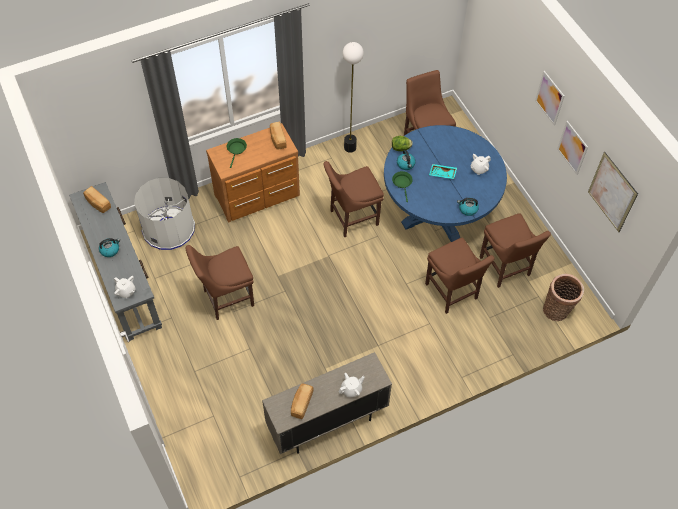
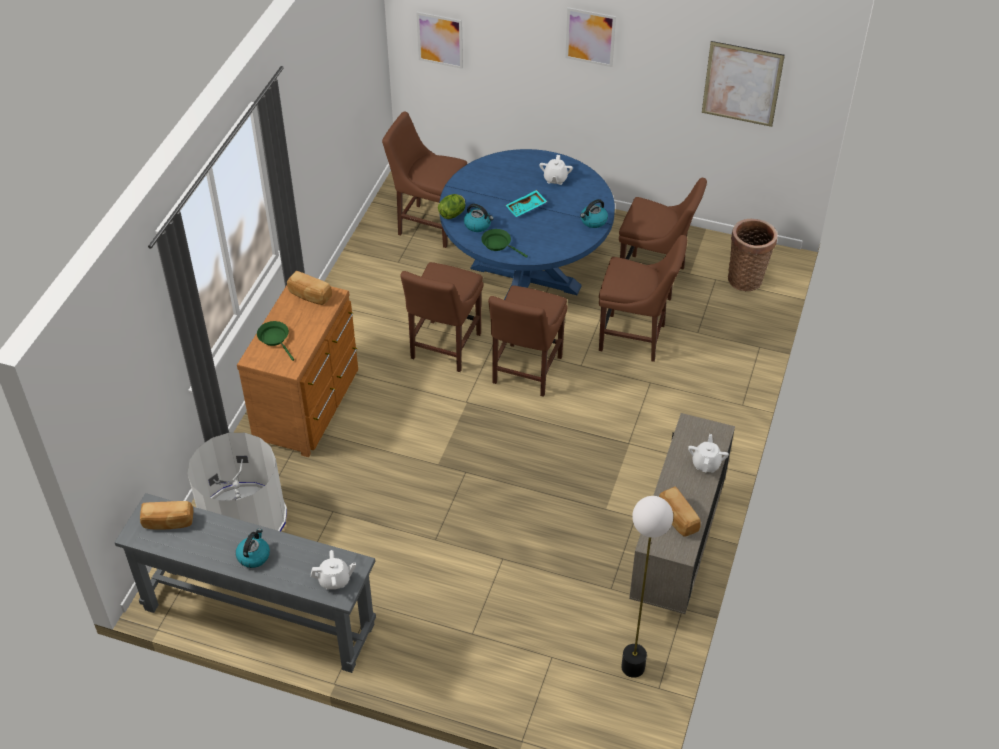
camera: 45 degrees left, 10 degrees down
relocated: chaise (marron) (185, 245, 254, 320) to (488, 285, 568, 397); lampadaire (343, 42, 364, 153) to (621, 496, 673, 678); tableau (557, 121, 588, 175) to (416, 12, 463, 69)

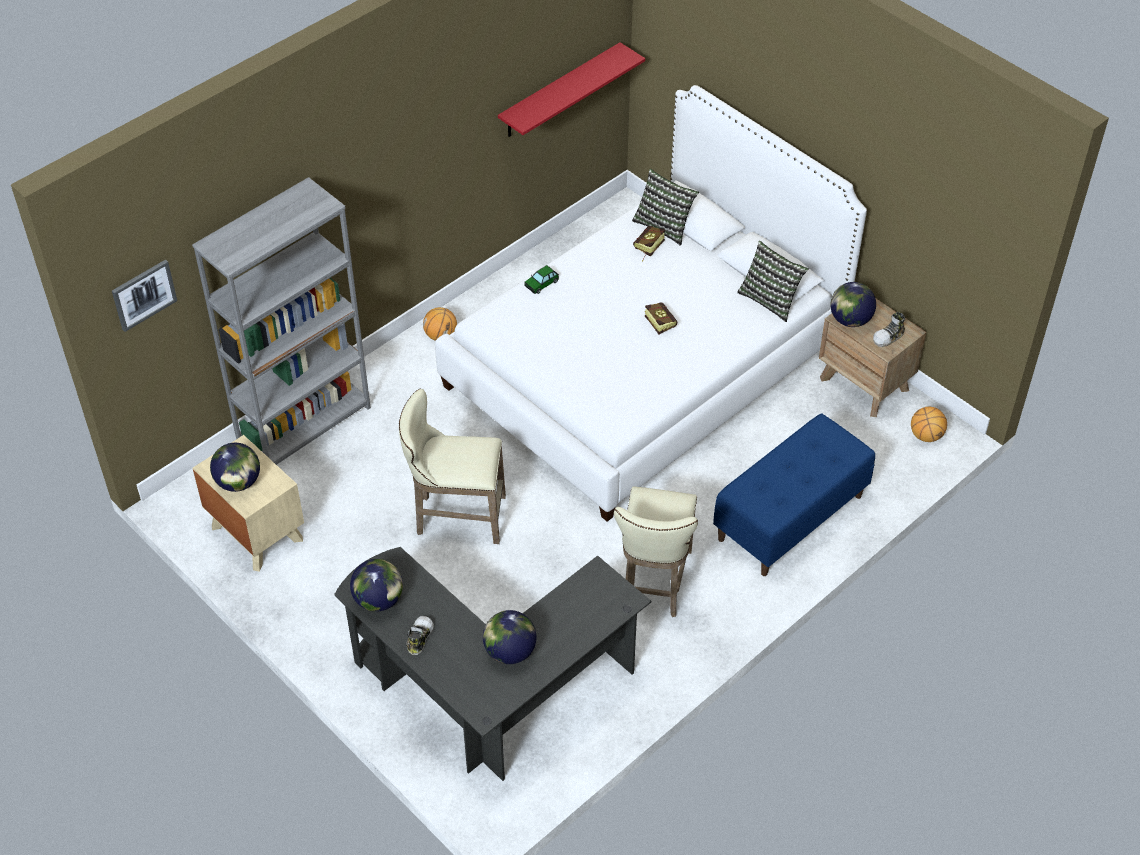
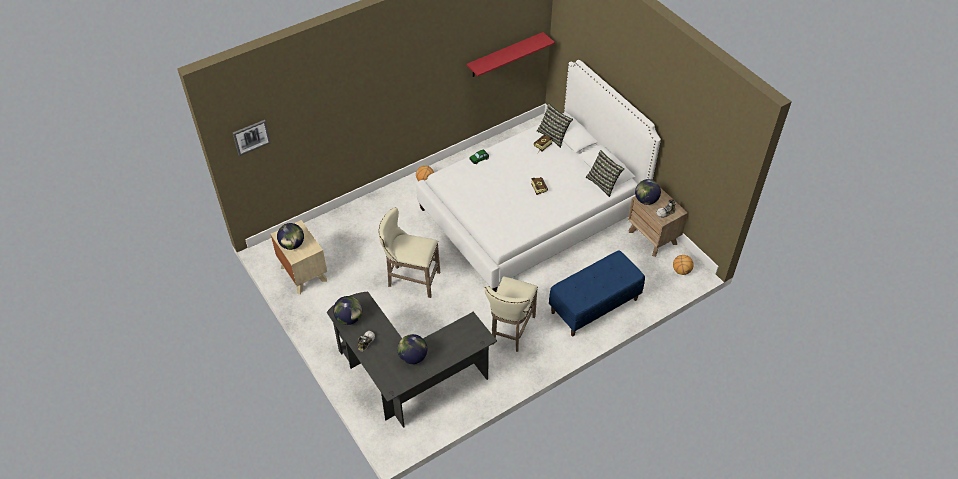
camera: 10 degrees right, 0 degrees up
missing: bibliothèque (gris) (192, 177, 371, 465)

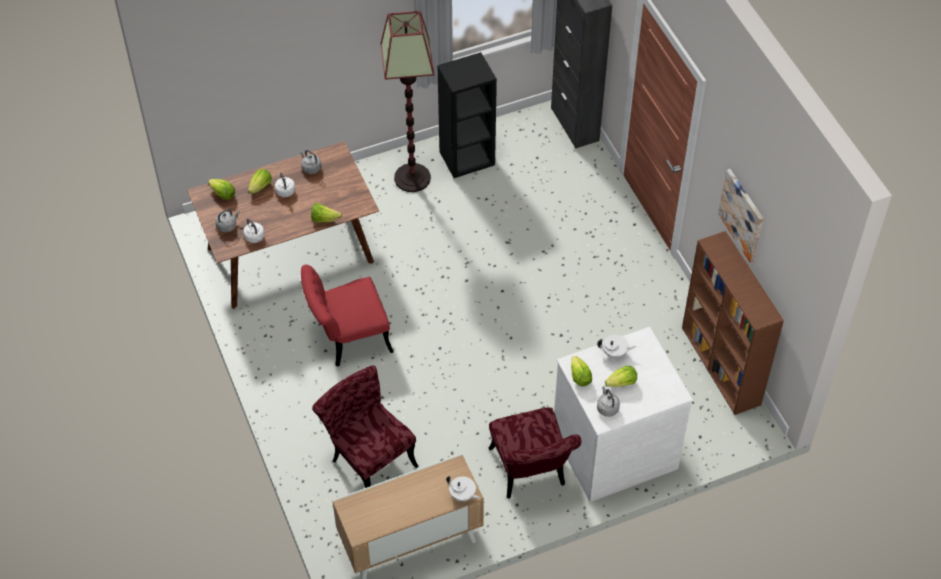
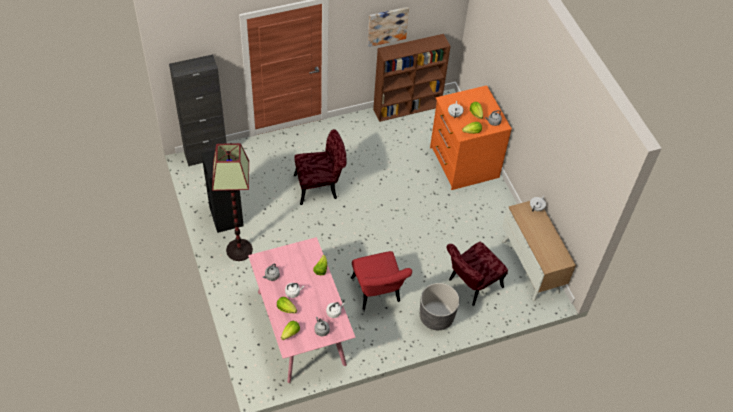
camera: 90 degrees left, 0 degrees up
appeared: cache-pot (gris) (420, 283, 460, 330)
relocated: chaise (rouge) (489, 407, 582, 499) to (294, 129, 347, 205)
colour: table à manger (marron) (187, 141, 379, 309) to table à manger (rose) (248, 237, 356, 383); commode (blanc) (554, 327, 693, 502) to commode (orange) (430, 85, 512, 190)

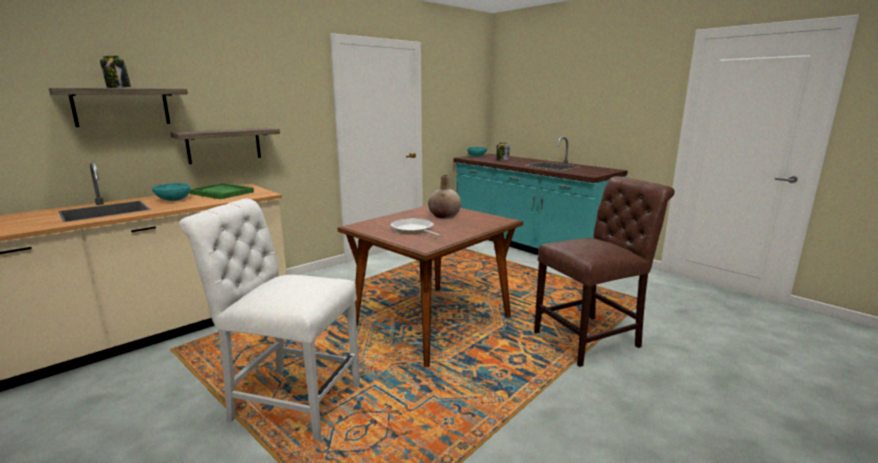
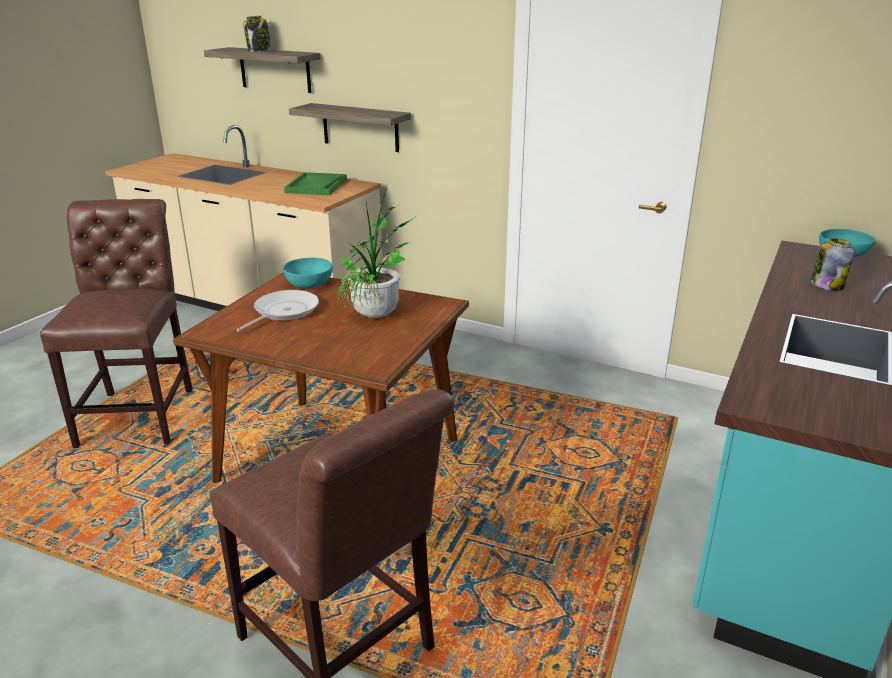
camera: 70 degrees right, 10 degrees up
relocated: bol (turquoise) (152, 183, 190, 201) to (283, 258, 333, 289)
exchanged: vase (beige) (428, 175, 461, 219) to plante en pot (337, 184, 415, 318)
colour: chaise (blanc) (179, 198, 360, 441) to chaise (marron) (40, 199, 193, 448)

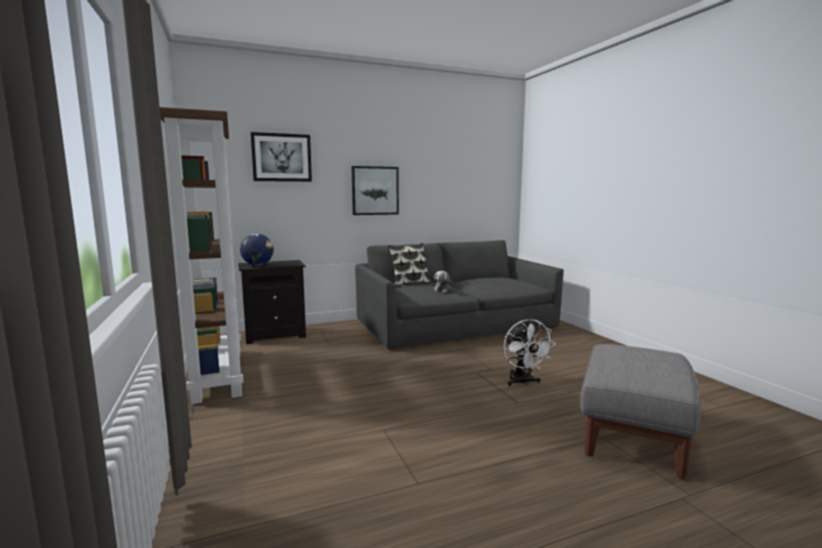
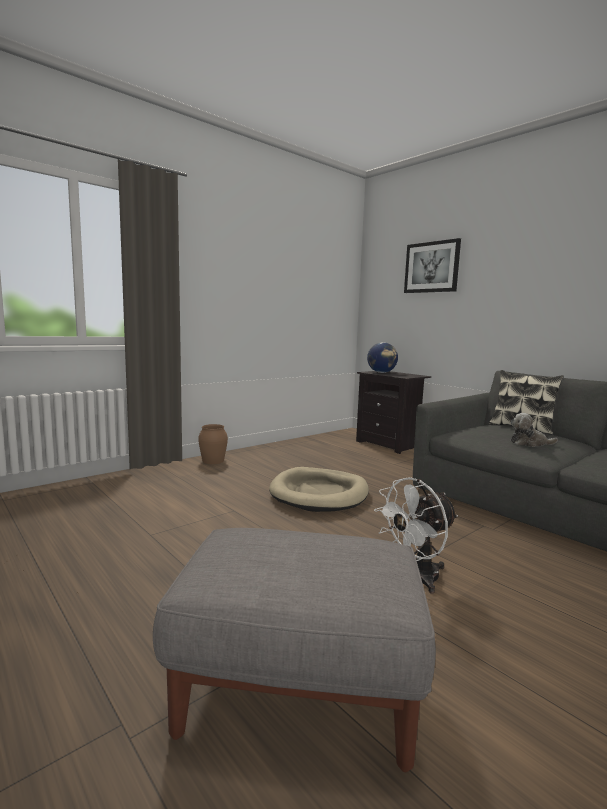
camera: 70 degrees right, 0 degrees up
missing: bibliothèque (marron) (160, 107, 243, 404); tableau (352, 166, 399, 215)
appeared: vase (marron) (198, 424, 228, 464); panier pour chien (beige) (269, 467, 369, 512)

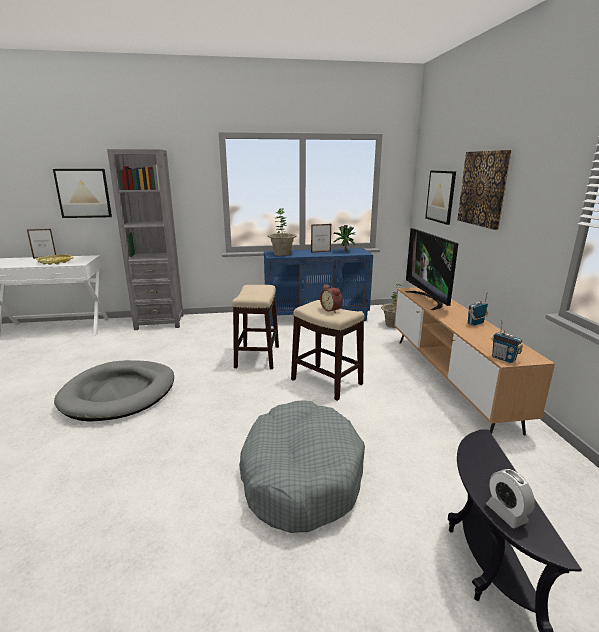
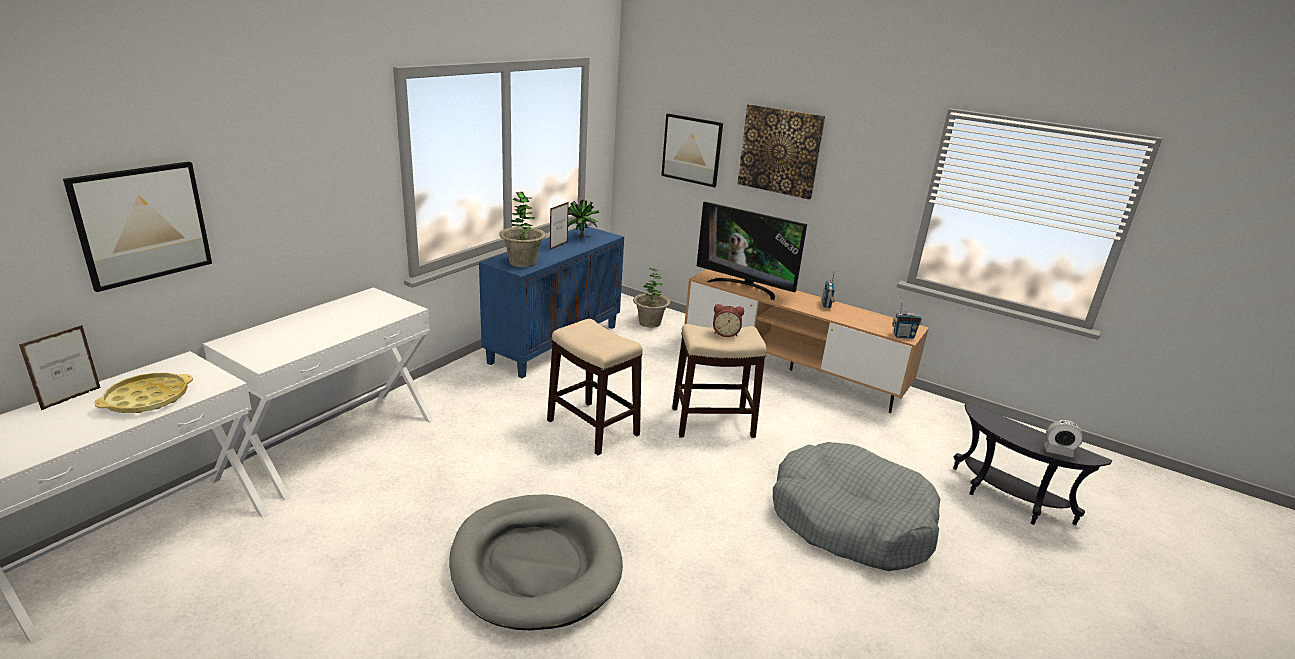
camera: 50 degrees left, 5 degrees up
exchanged: bibliothèque (gris) (107, 149, 183, 330) to table console (blanc) (203, 287, 433, 500)

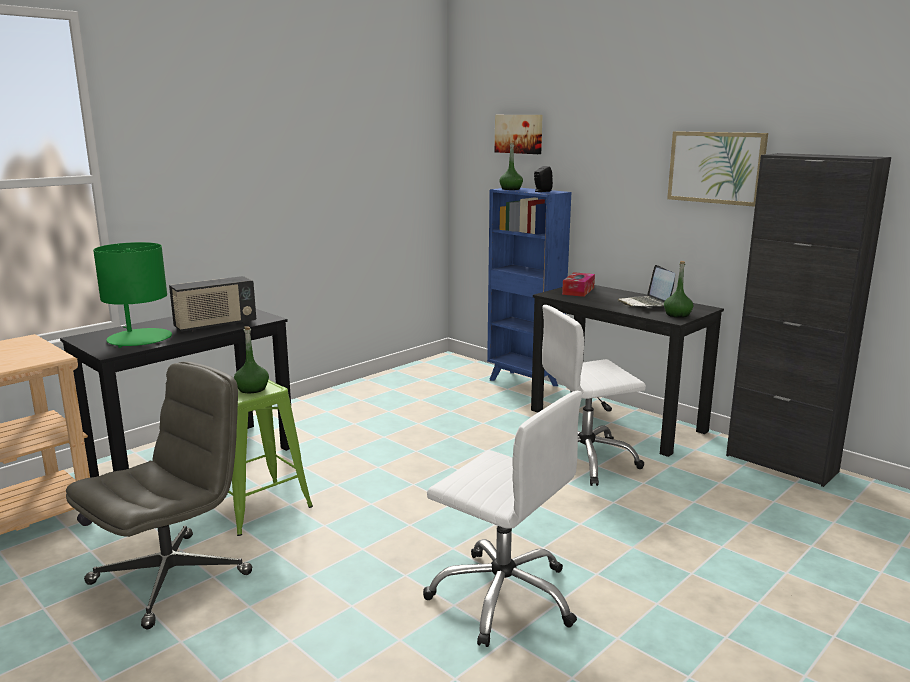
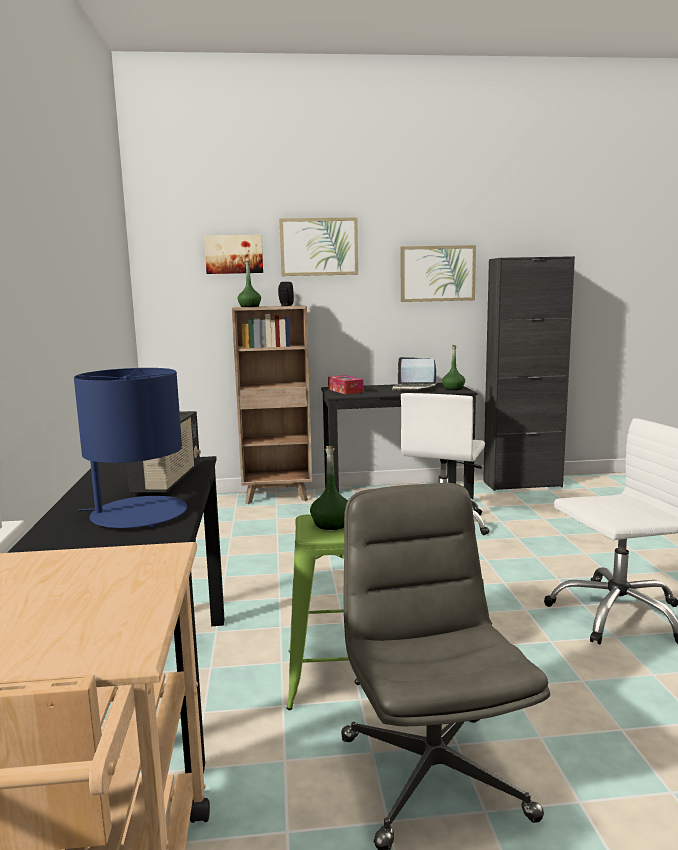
camera: 50 degrees left, 5 degrees down
appeared: tableau (279, 217, 358, 276)
colour: lampe de table (vert) (93, 242, 172, 348) to lampe de table (bleu) (74, 368, 187, 528); bibliothèque (bleu) (487, 188, 571, 386) to bibliothèque (marron) (232, 305, 312, 504)

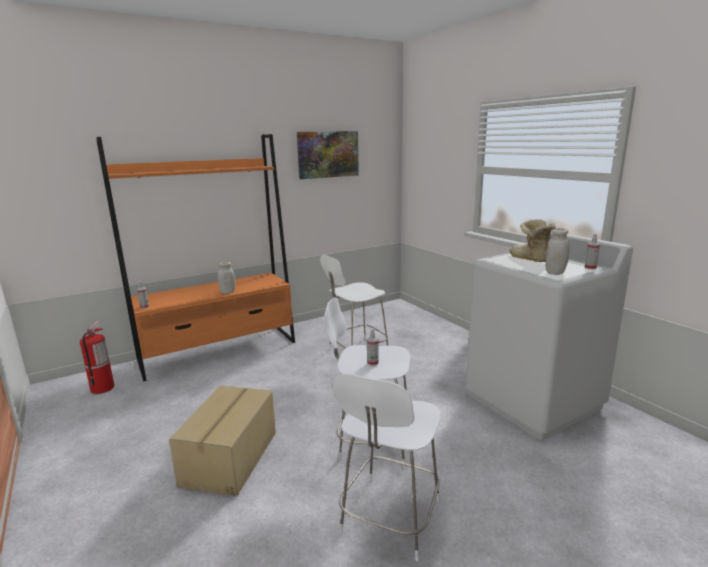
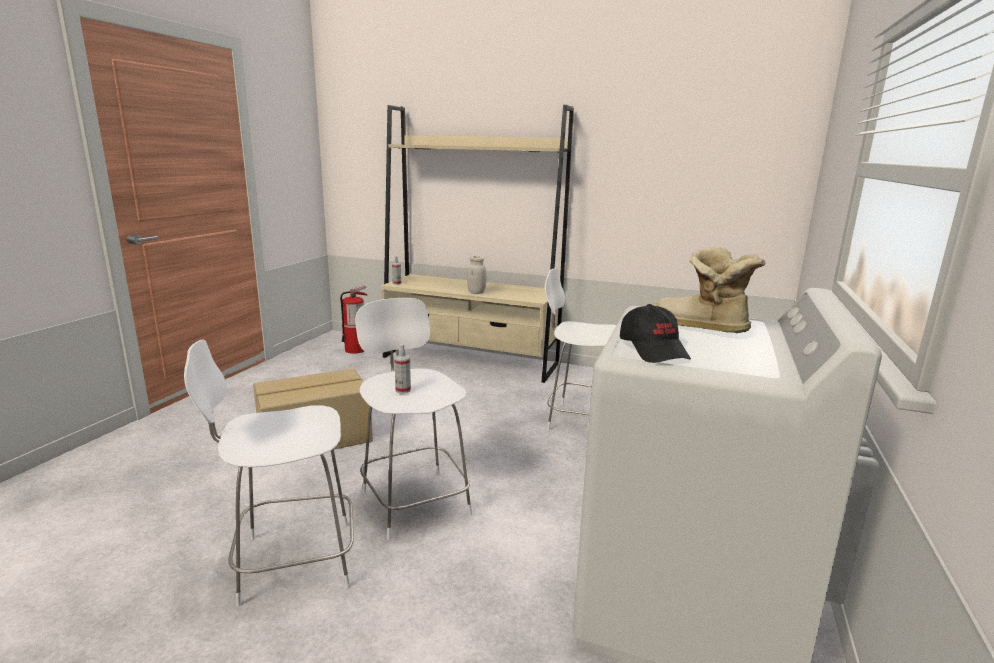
camera: 50 degrees right, 0 degrees up
missing: tableau (297, 131, 359, 179); vaporisateur (584, 234, 600, 270)
exchanged: bocal (blanc) (545, 228, 570, 275) to casquette (noir) (620, 304, 691, 363)
colour: bibliothèque (orange) (96, 134, 295, 381) to bibliothèque (beige) (381, 105, 574, 383)
spun: botte (510, 219, 556, 262) = (653, 247, 765, 333) 75 degrees counterclockwise

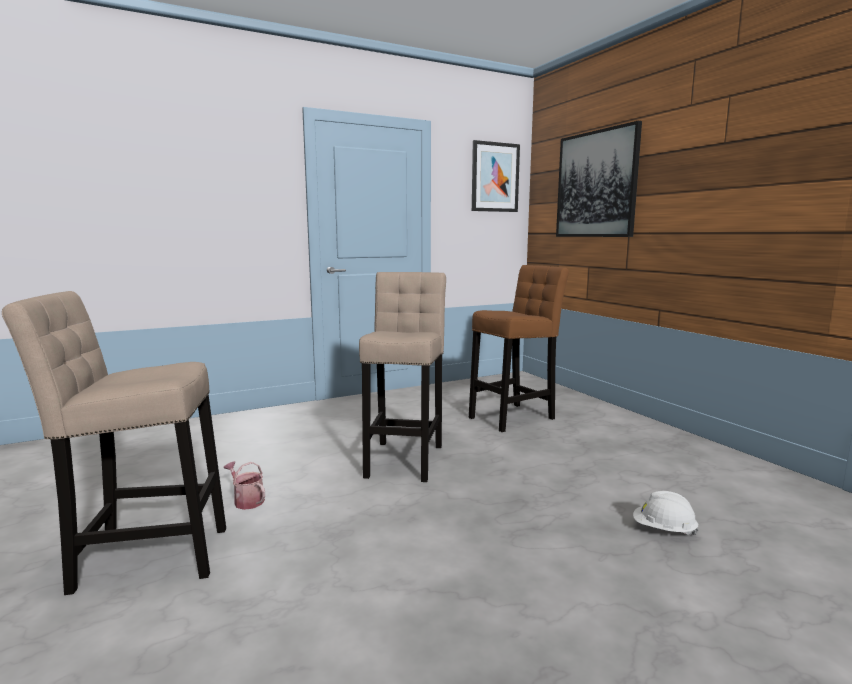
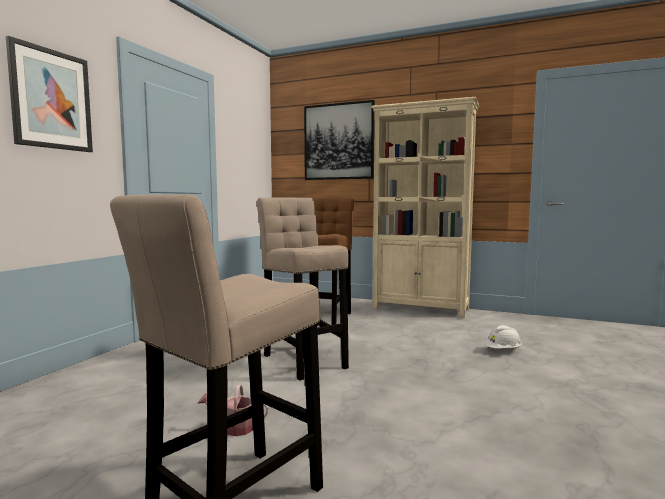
camera: 40 degrees left, 5 degrees down
appeared: bibliothèque (beige) (371, 97, 480, 318)
relocated: tableau (472, 140, 520, 212) to (6, 36, 93, 152)

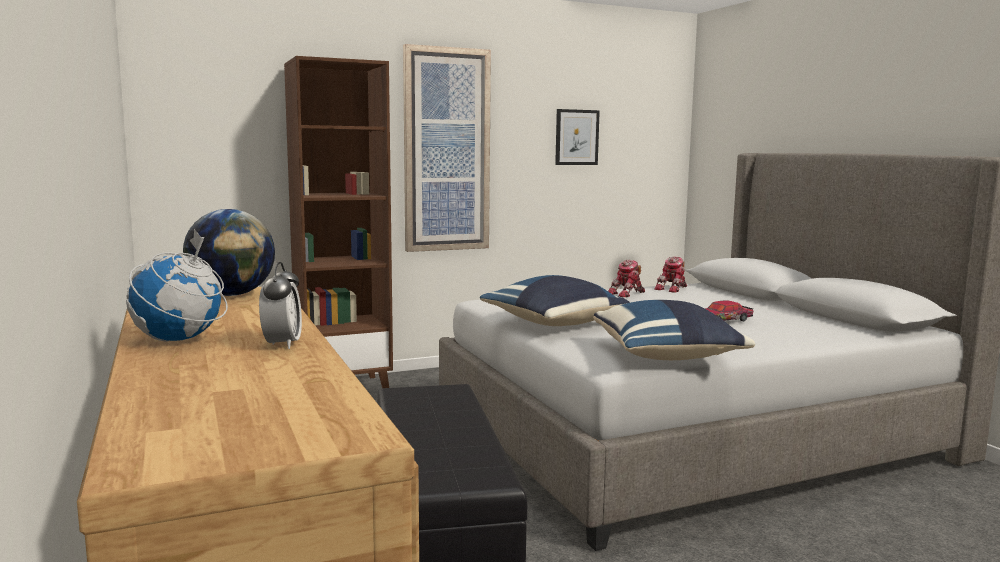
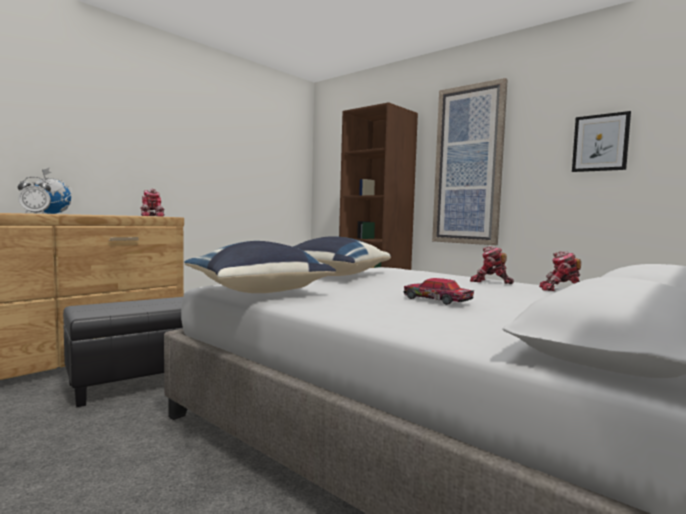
camera: 65 degrees right, 5 degrees down
exchanged: globe (183, 209, 275, 296) to robot jouet (141, 189, 165, 217)

